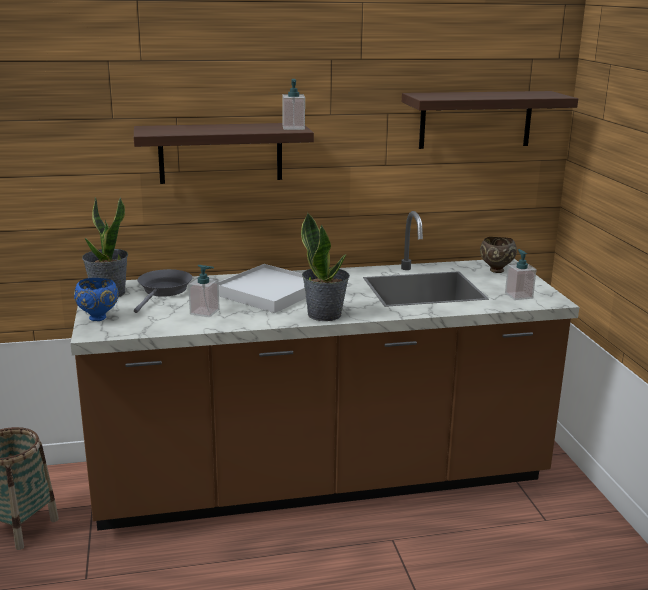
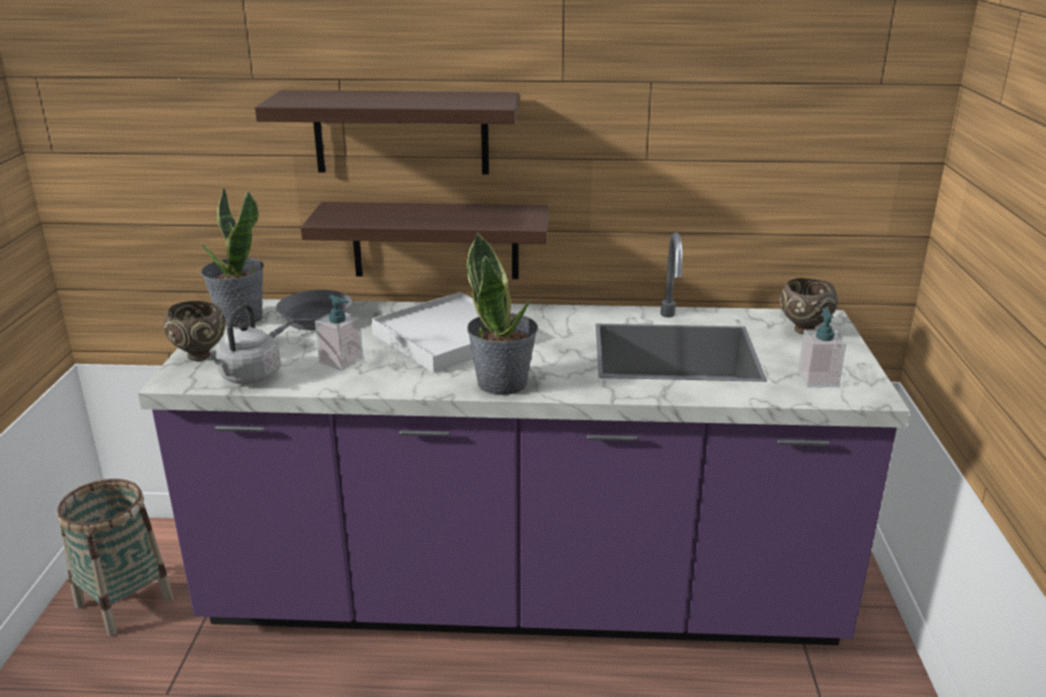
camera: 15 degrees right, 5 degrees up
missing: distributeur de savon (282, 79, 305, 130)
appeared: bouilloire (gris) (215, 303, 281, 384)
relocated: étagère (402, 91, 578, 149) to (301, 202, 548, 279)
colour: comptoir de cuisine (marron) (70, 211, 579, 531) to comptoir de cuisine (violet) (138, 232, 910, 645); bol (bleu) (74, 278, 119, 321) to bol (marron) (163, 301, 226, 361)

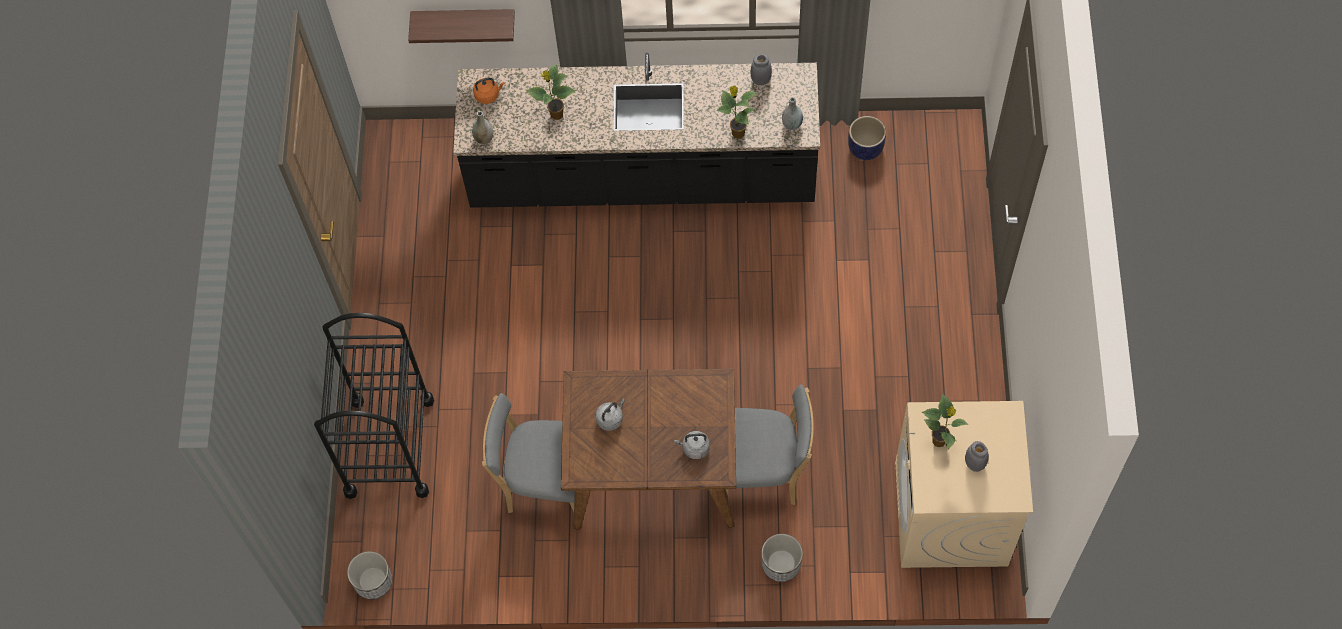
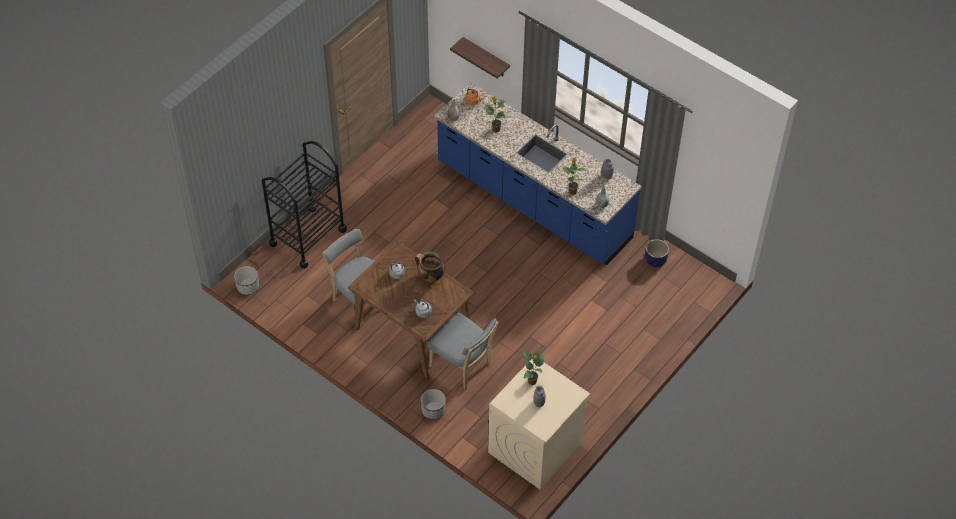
camera: 35 degrees right, 10 degrees down
appeared: marmite (415, 251, 445, 282)
colour: comptoir de cuisine (noir) (453, 53, 820, 208) to comptoir de cuisine (bleu) (434, 82, 642, 265)

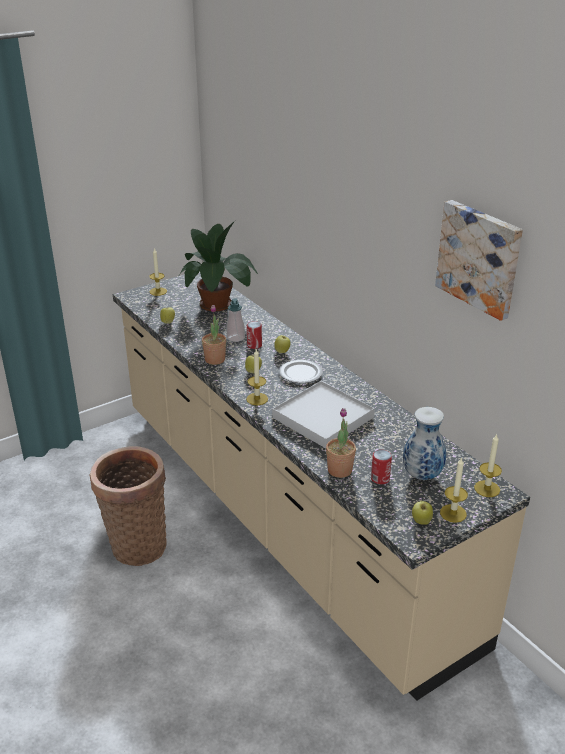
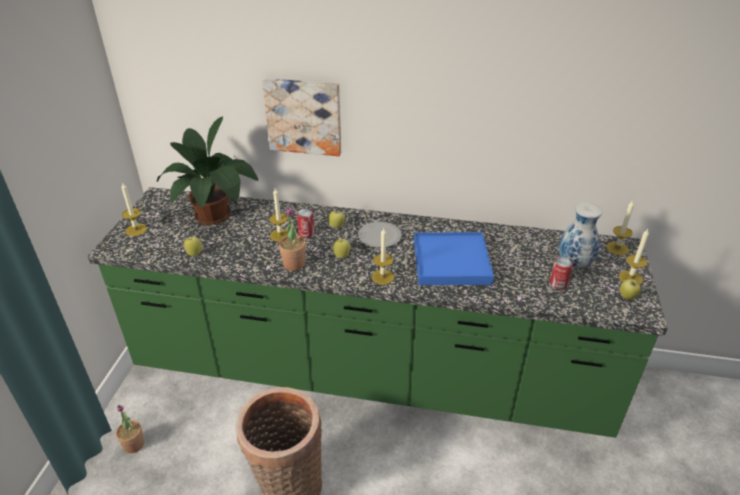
camera: 45 degrees left, 5 degrees up
relocated: plante en pot (326, 408, 356, 478) to (116, 405, 144, 453); tableau (435, 200, 523, 321) to (262, 78, 341, 156)
exchanged: distributeur de savon (226, 298, 245, 342) to bougie (269, 188, 288, 242)
colour: comptoir de cuisine (beige) (113, 272, 530, 701) to comptoir de cuisine (vert) (88, 187, 668, 438); plateau (blanc) (272, 381, 375, 448) to plateau (bleu) (414, 232, 494, 285)

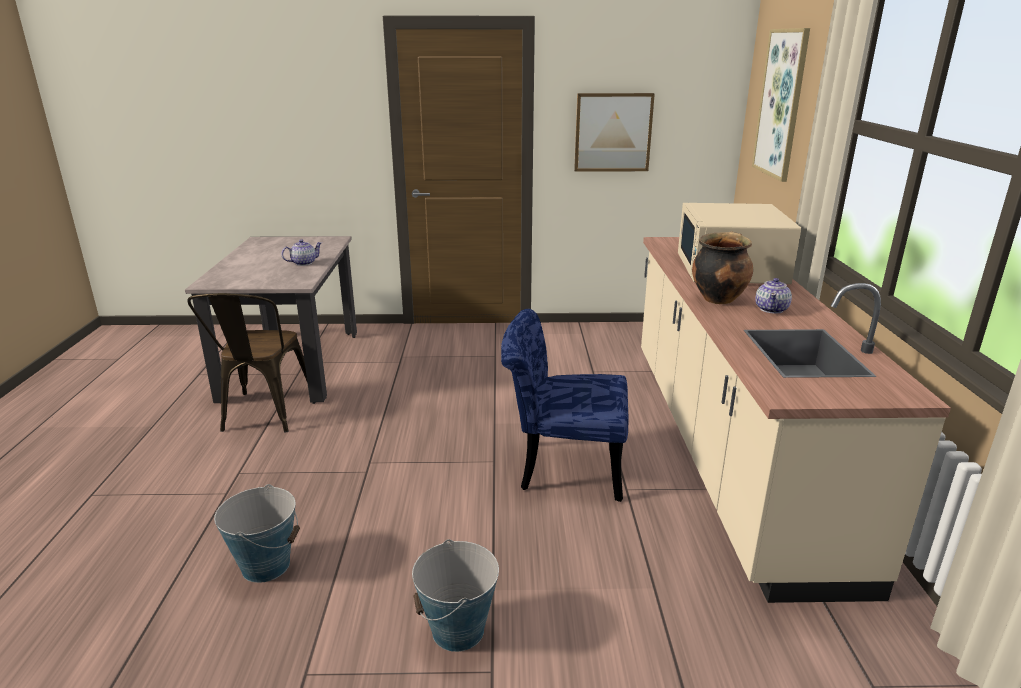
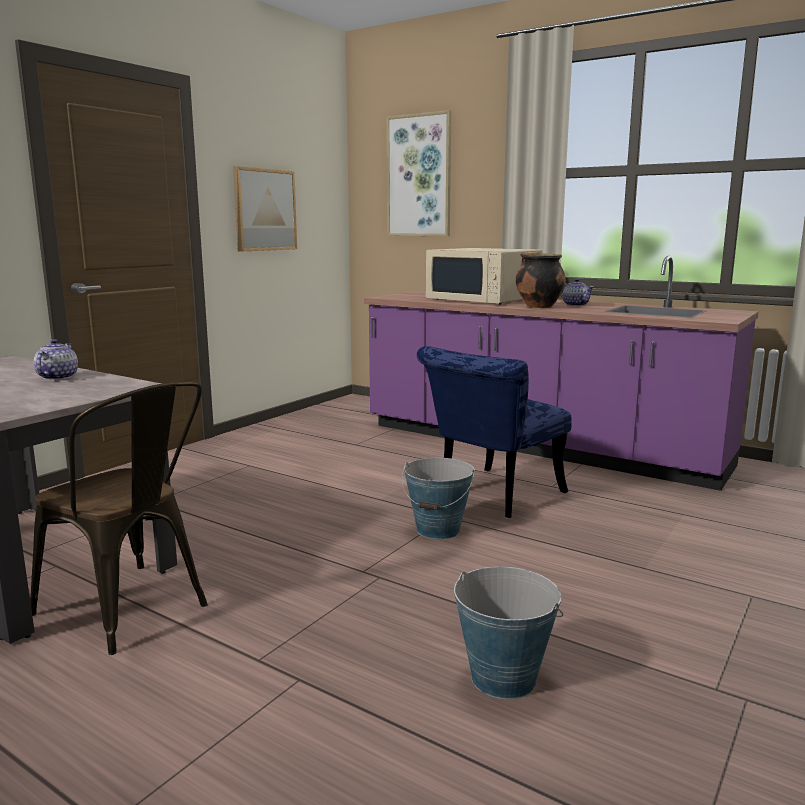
camera: 55 degrees left, 10 degrees down
relocated: seau (412, 539, 499, 652) to (402, 458, 475, 539)
colour: comptoir de cuisine (beige) (641, 237, 951, 603) to comptoir de cuisine (violet) (364, 256, 759, 491)

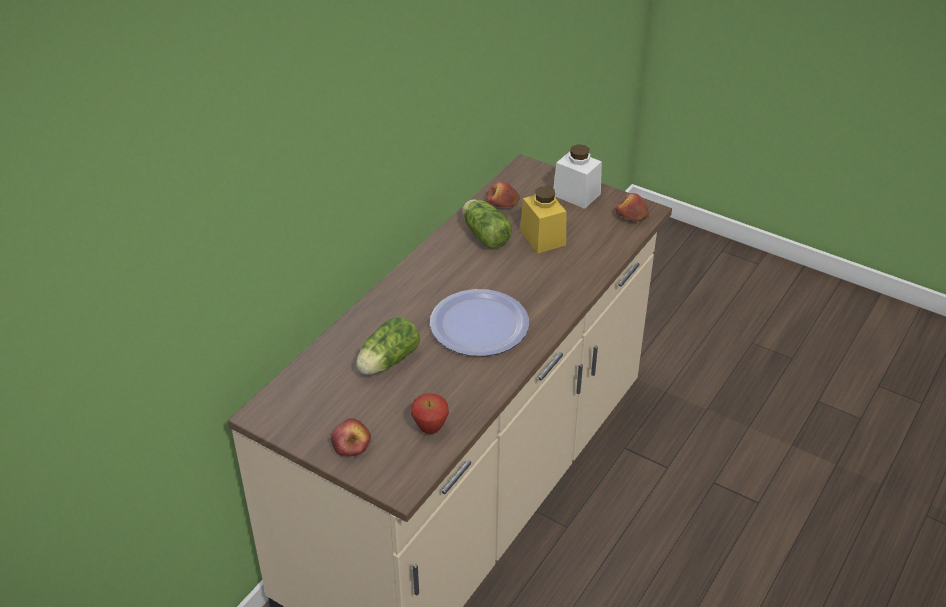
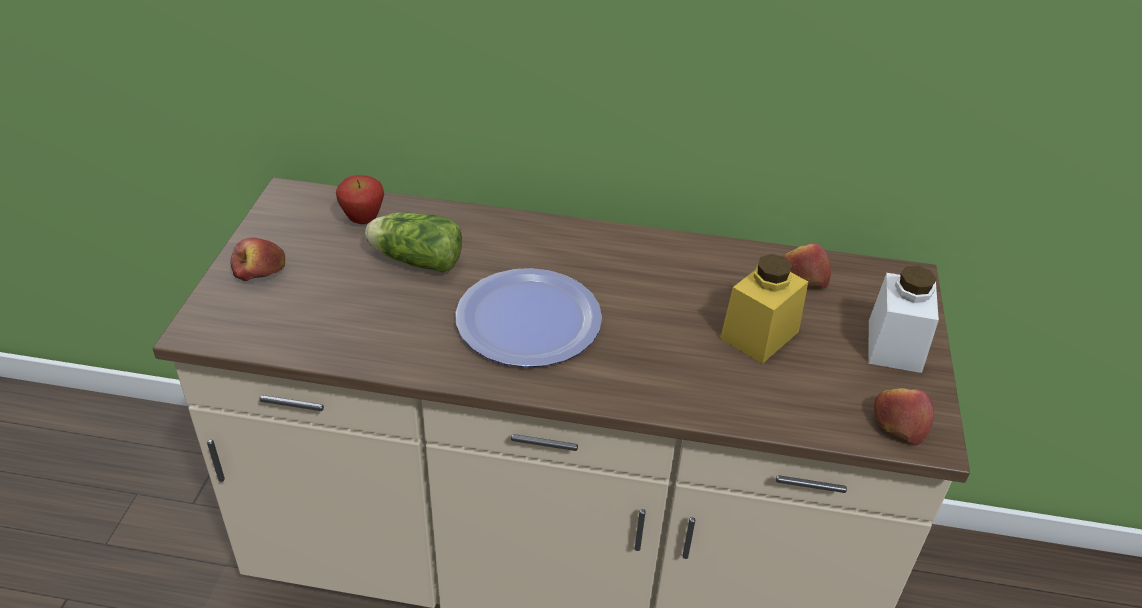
camera: 65 degrees right, 0 degrees up
missing: laitue (463, 199, 512, 249)
relocated: pomme (411, 393, 449, 434) to (336, 175, 384, 224)

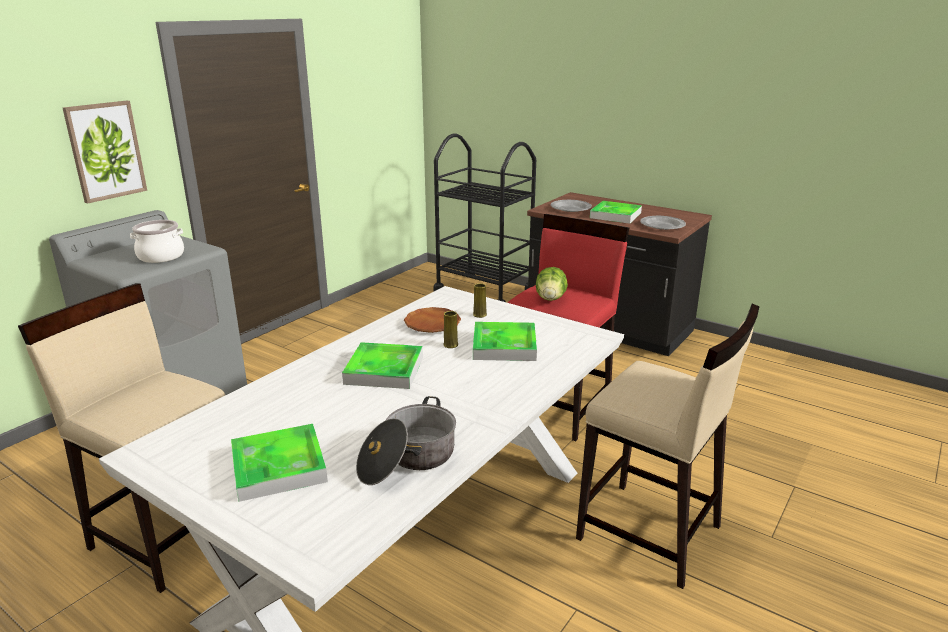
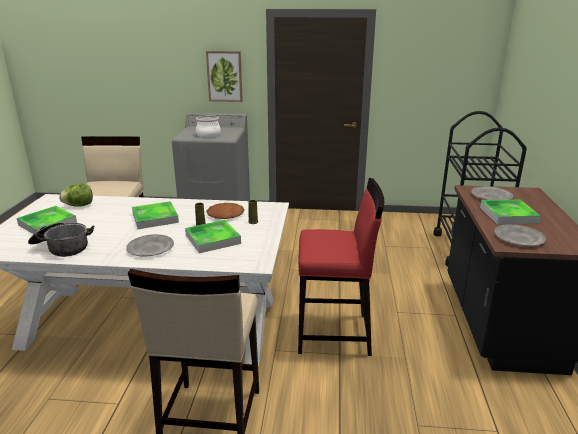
camera: 60 degrees right, 0 degrees up
appeared: assiette (gris) (126, 234, 174, 257)
relocated: laitue (536, 267, 568, 301) to (59, 184, 93, 207)

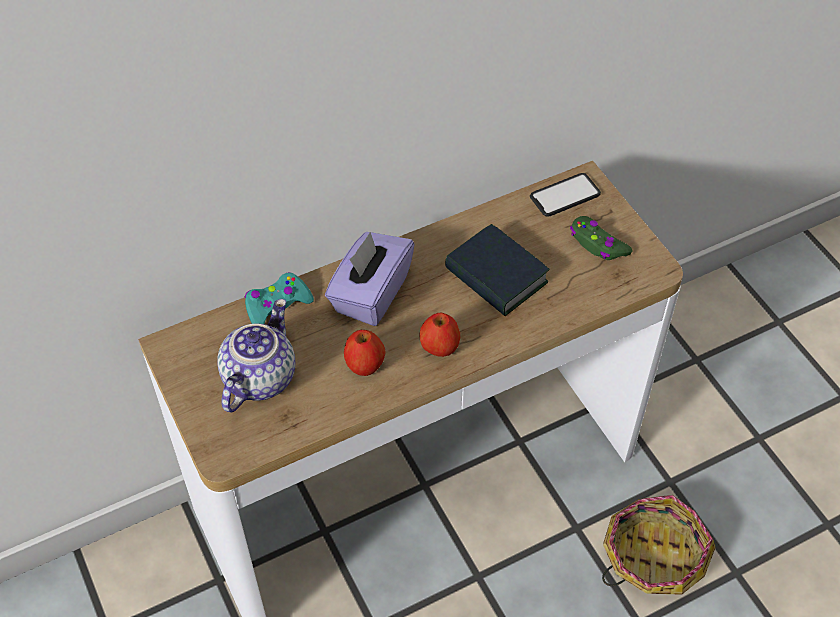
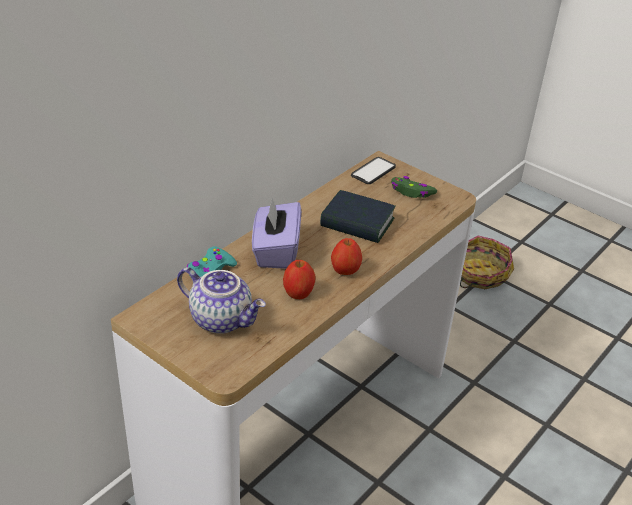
camera: 25 degrees left, 15 degrees down
relocated: panier (602, 495, 716, 595) to (460, 236, 514, 289)
spun: théière (217, 299, 295, 412) = (177, 267, 266, 334) 120 degrees clockwise

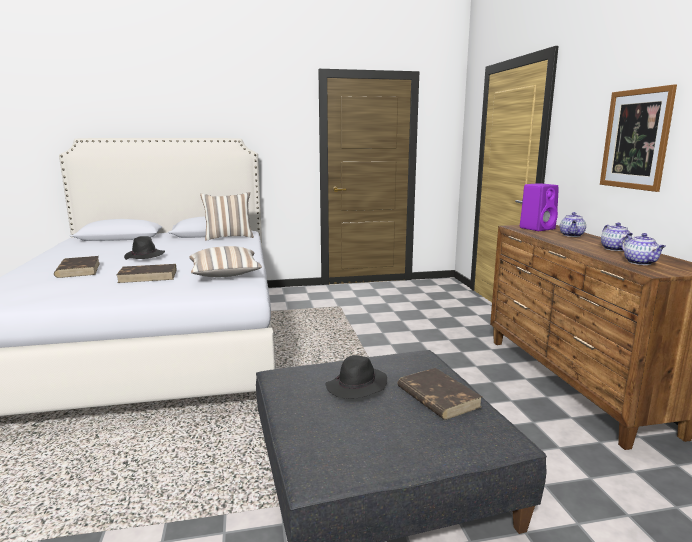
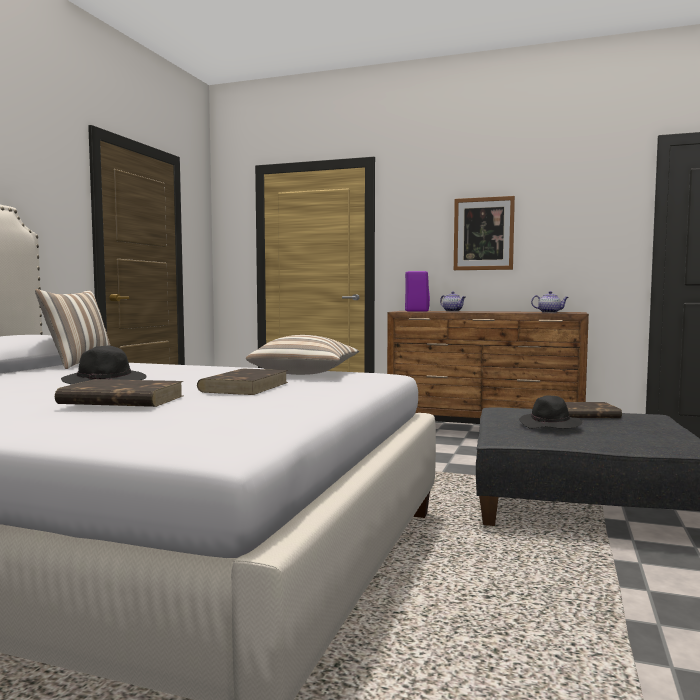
camera: 60 degrees left, 10 degrees down
missing: théière (601, 223, 633, 251)

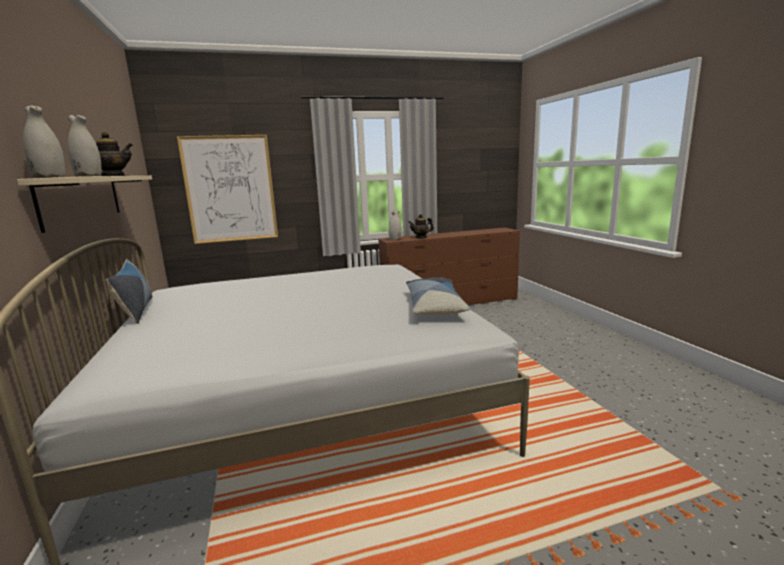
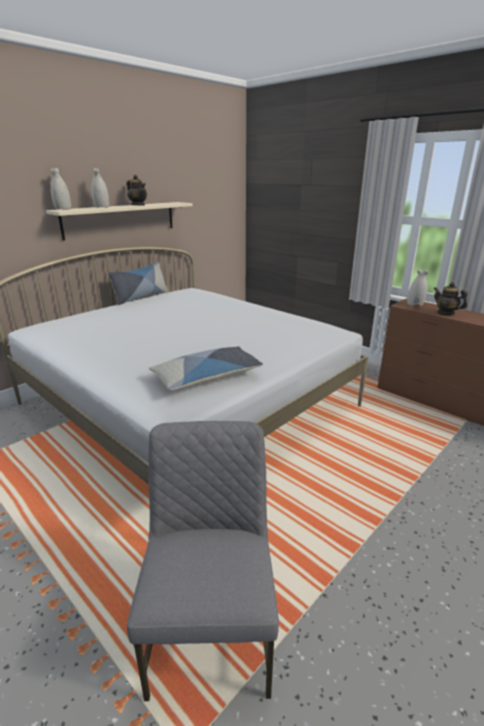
camera: 60 degrees right, 10 degrees up
missing: tableau (177, 135, 278, 244)
appeared: chaise (gris) (127, 421, 279, 701)

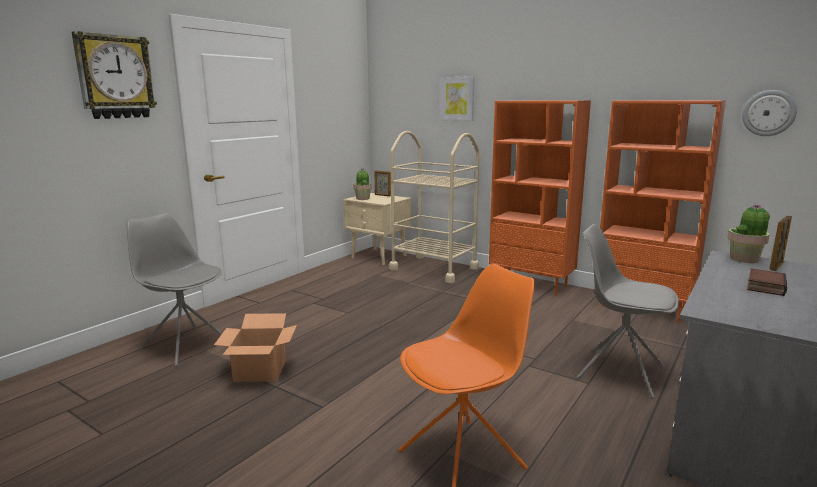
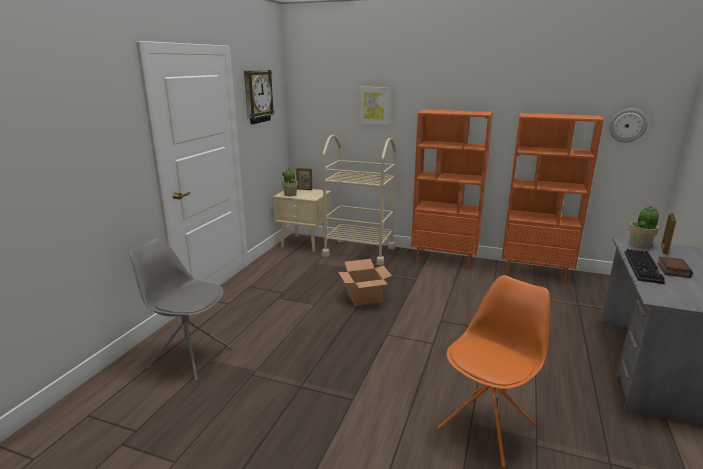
camera: 15 degrees left, 5 degrees up
missing: chaise (gris) (576, 224, 679, 399)
appeared: clavier (625, 249, 665, 284)
relocated: horloge murale (72, 31, 157, 119) to (244, 70, 274, 124); carton (214, 313, 297, 382) to (338, 259, 392, 306)

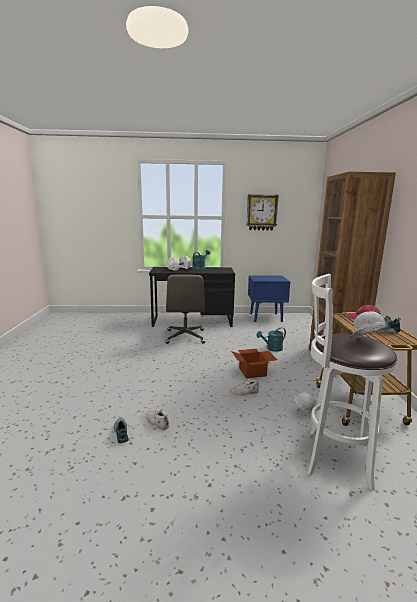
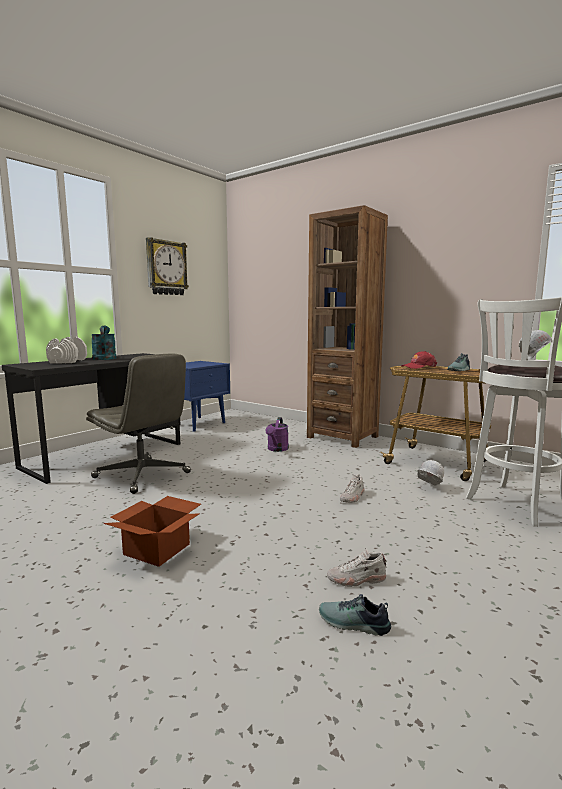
camera: 50 degrees left, 5 degrees down
relocated: carton (231, 349, 278, 379) to (103, 496, 201, 567)
colour: arrosoir (turquoise) (256, 327, 286, 352) to arrosoir (violet) (265, 417, 289, 452)

